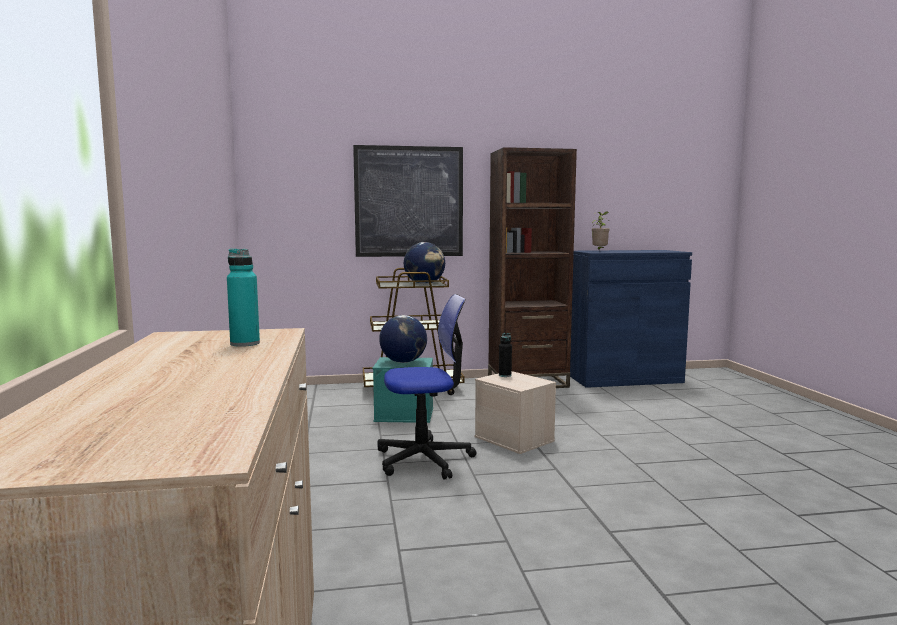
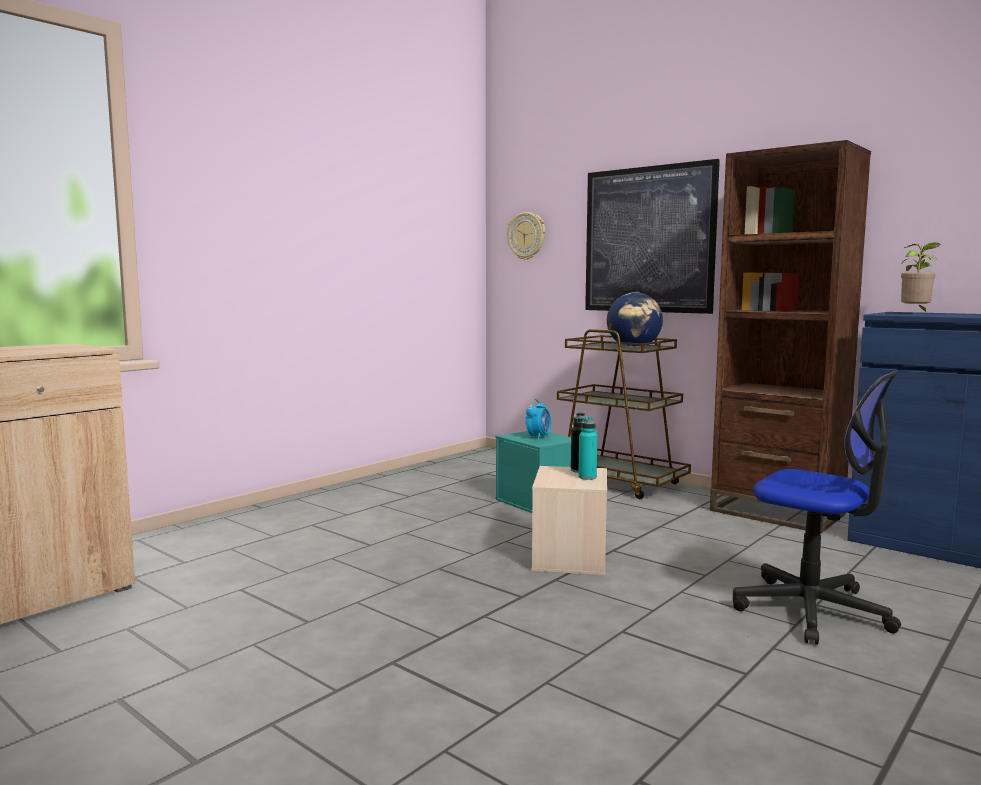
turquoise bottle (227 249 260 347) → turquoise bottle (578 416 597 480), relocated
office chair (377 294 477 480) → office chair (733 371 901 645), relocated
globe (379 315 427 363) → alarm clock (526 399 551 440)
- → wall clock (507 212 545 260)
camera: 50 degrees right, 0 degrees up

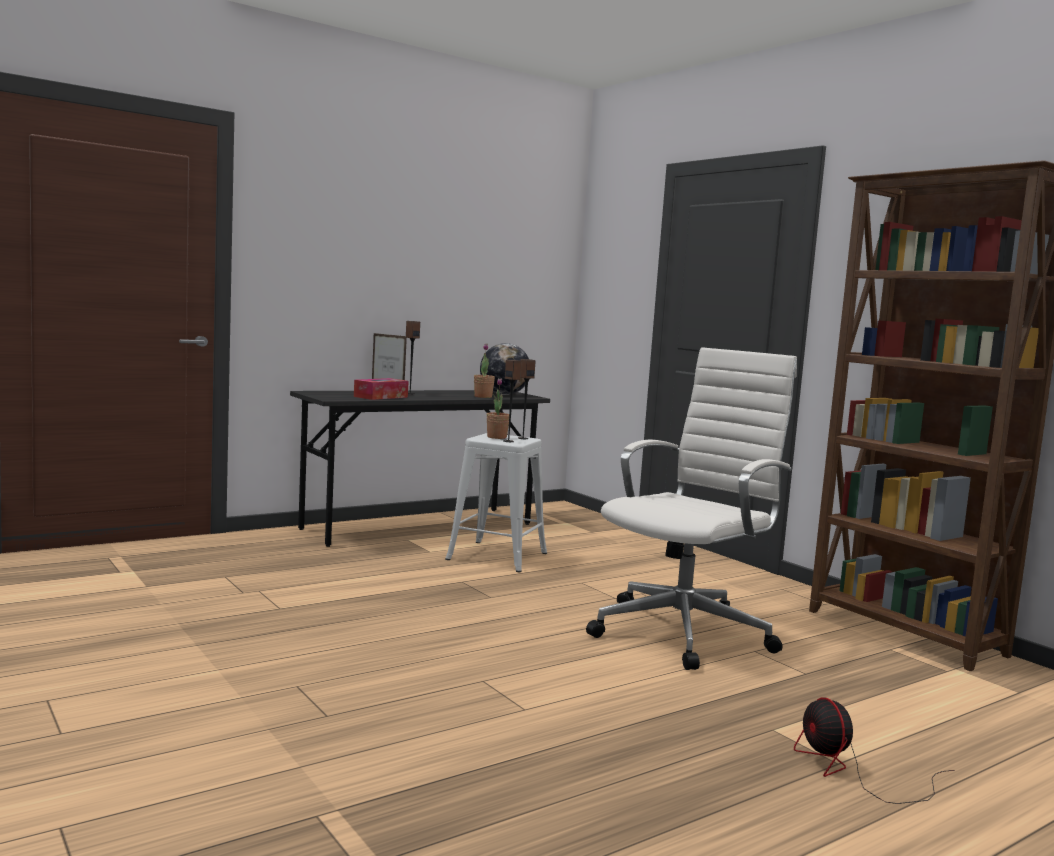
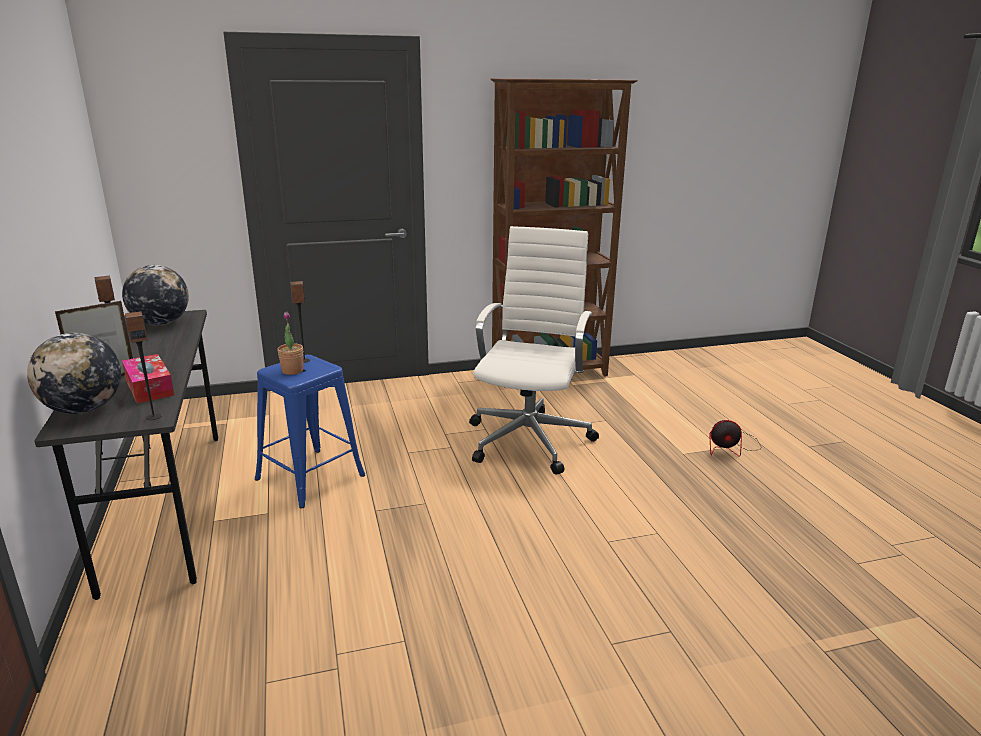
potted plant (474 344 495 398) → -
white office chair (586 347 797 670) → white office chair (469 226 599 475), 45 degrees clockwise
speaker (504 360 522 442) → speaker (125 311 161 420), relocated
white stool (445 433 547 572) → blue stool (255 355 365 509)
- → globe (27 333 121 414)
camera: 70 degrees left, 15 degrees up

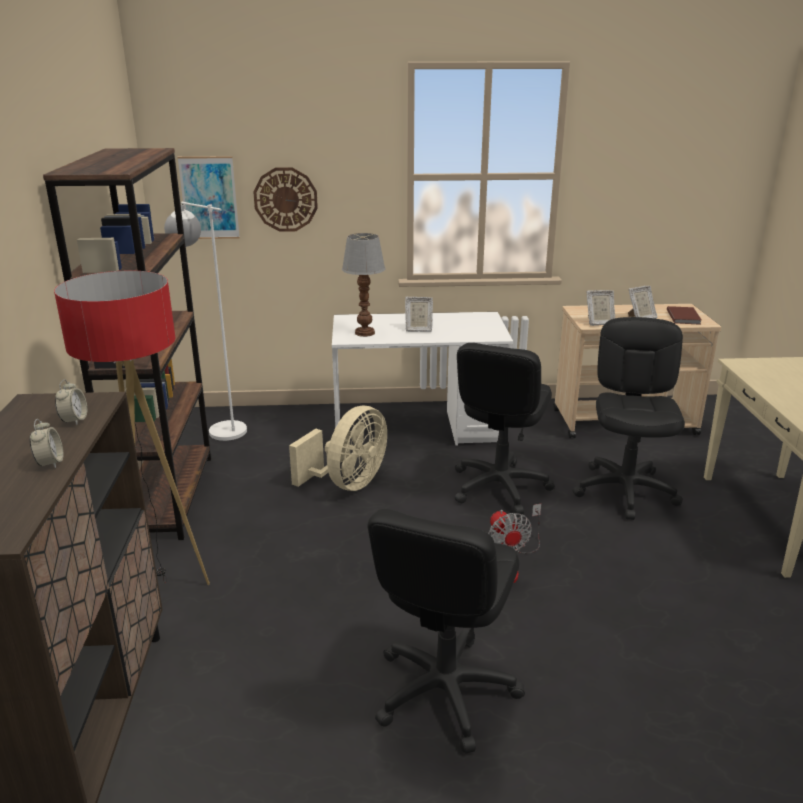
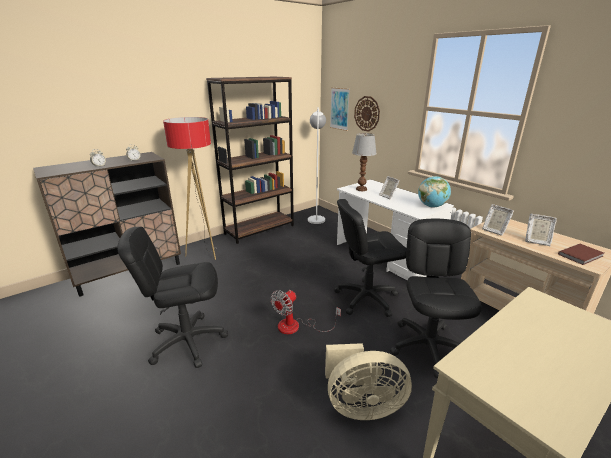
black office chair (573 317 685 520) → black office chair (390 219 482 378), 60 degrees counterclockwise
beige fan (289 405 387 491) → beige fan (325 343 412 420), relocated
- → globe (418 176 451 208)
camera: 55 degrees right, 0 degrees up

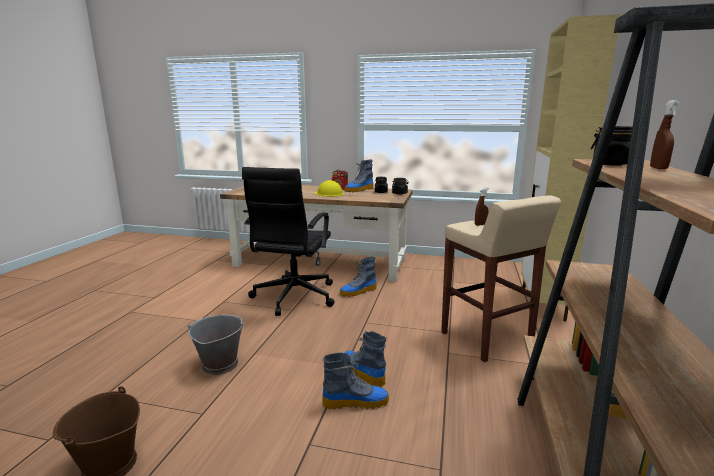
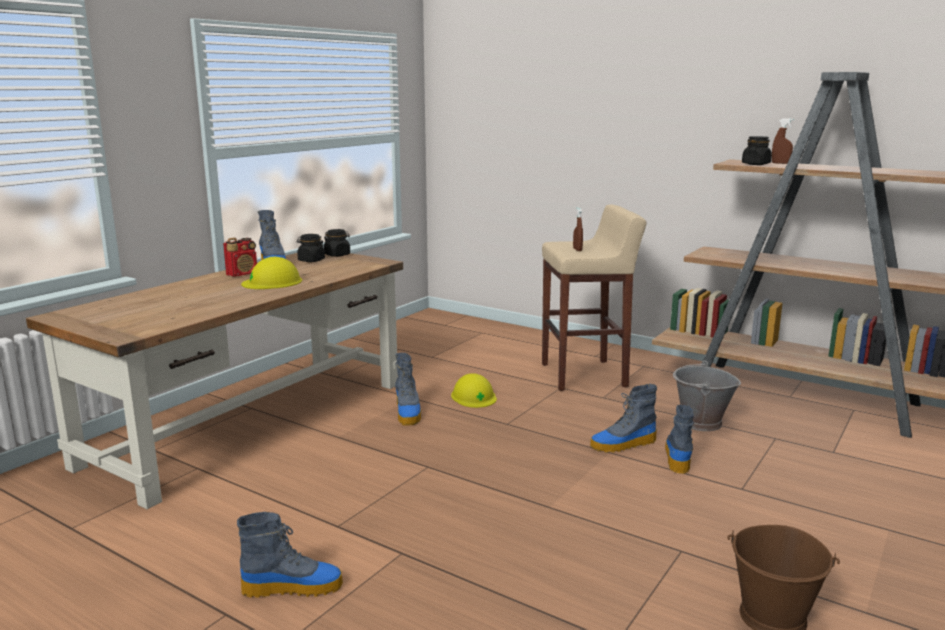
beige cabinet (521 14 621 321) → -
black office chair (242 167 334 316) → -
grey bucket (187 315 245 375) → grey bucket (673 361 741 431), relocated
- → yellow hard hat (451 373 497 408)
- → boot (237 512 343 598)
camera: 70 degrees left, 0 degrees up

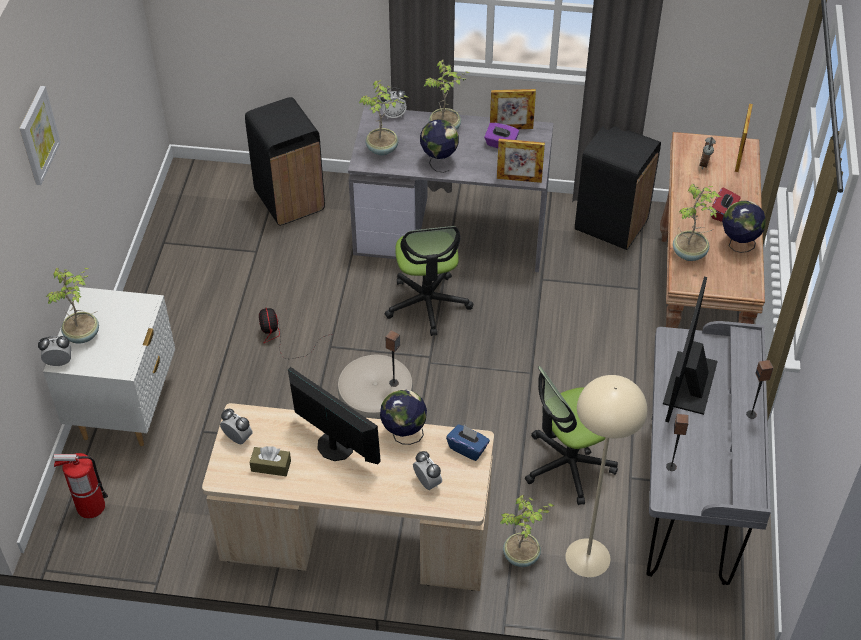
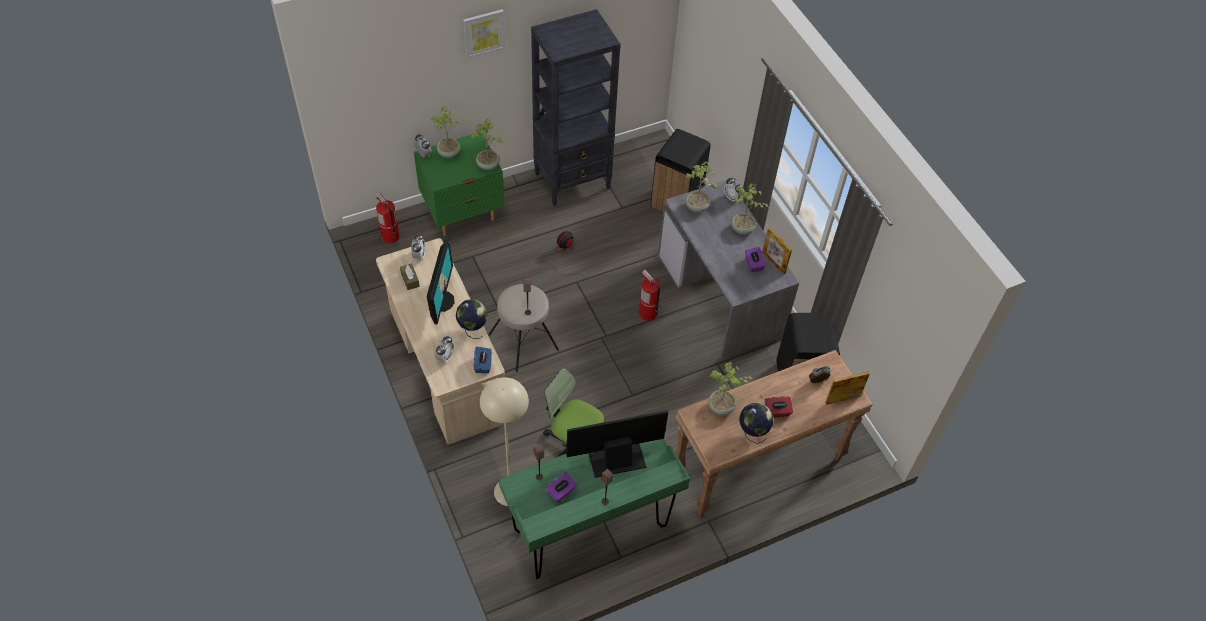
globe (420 119 459 173) → -
picture frame (497 139 545 183) → -
office chair (385 226 473 336) → fire extinguisher (639 270 661 321)
white nightstand (43 287 175 446) → green nightstand (414 133 504 236)
grey desk (646 321 771 585) → green desk (499 439 690 579)
potted plant (500 495 554 567) → potted plant (471 119 504 170), relocated
- → black bookcase (531 9 621 206)
- → purple tissue box (546 472 577 503)
camera: 55 degrees right, 5 degrees up

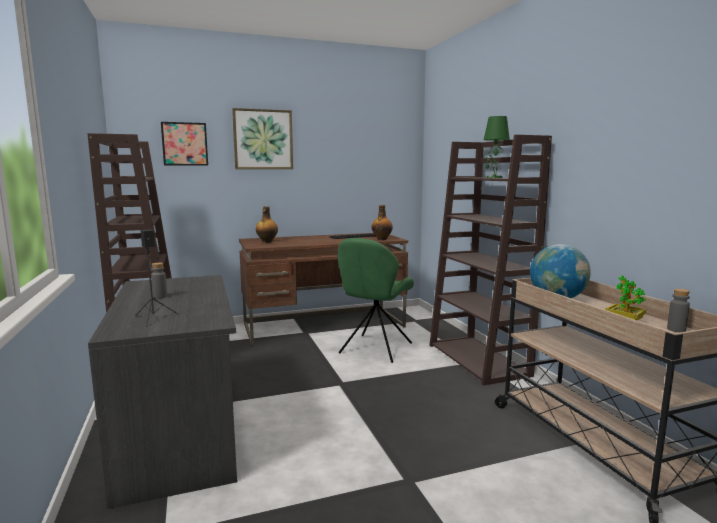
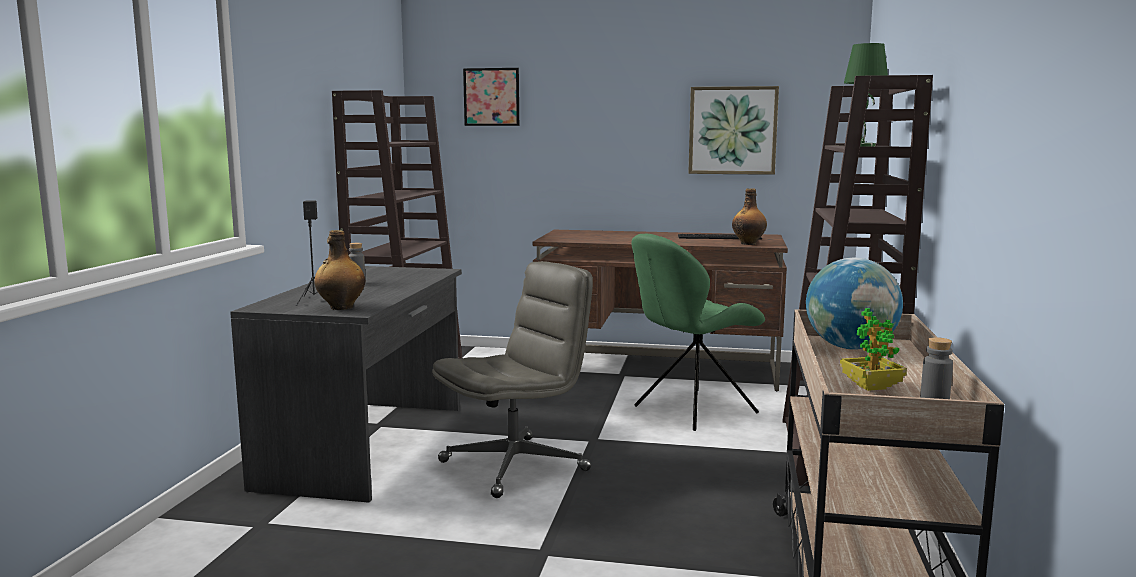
picture (232 108 293 169) → picture (688 86 779 175), relocated
bottle (256 206 278 243) → bottle (314 230 365 310), relocated
- → grey office chair (432 261 593 498)
camera: 30 degrees right, 0 degrees up

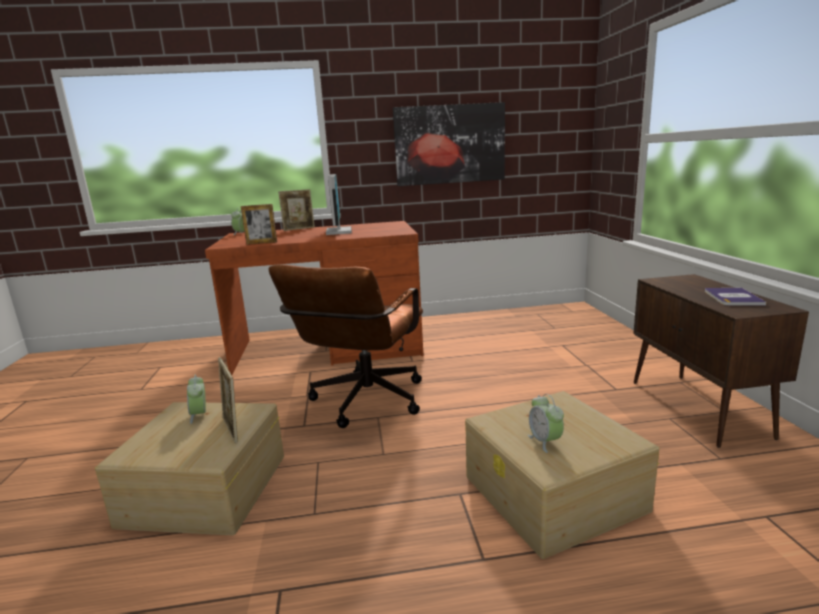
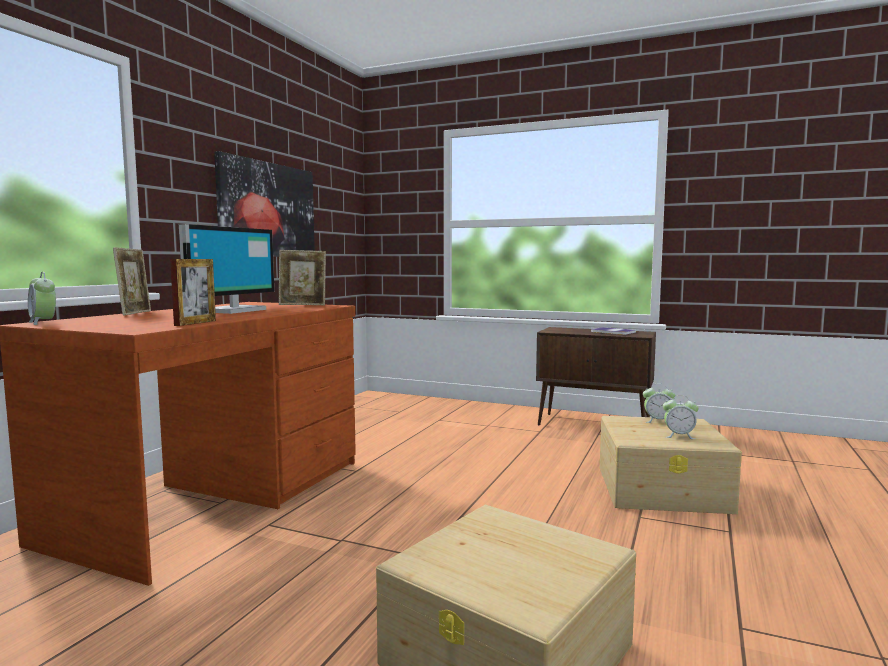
monitor (326 174 352 235) → monitor (179 224 274 314), 90 degrees clockwise
brown office chair (268 264 423 428) → -
picture frame (218 357 238 444) → picture frame (279 250 326 305), relocated
alarm clock (187 375 206 424) → alarm clock (643 384 675 423), relocated
camera: 60 degrees left, 10 degrees down

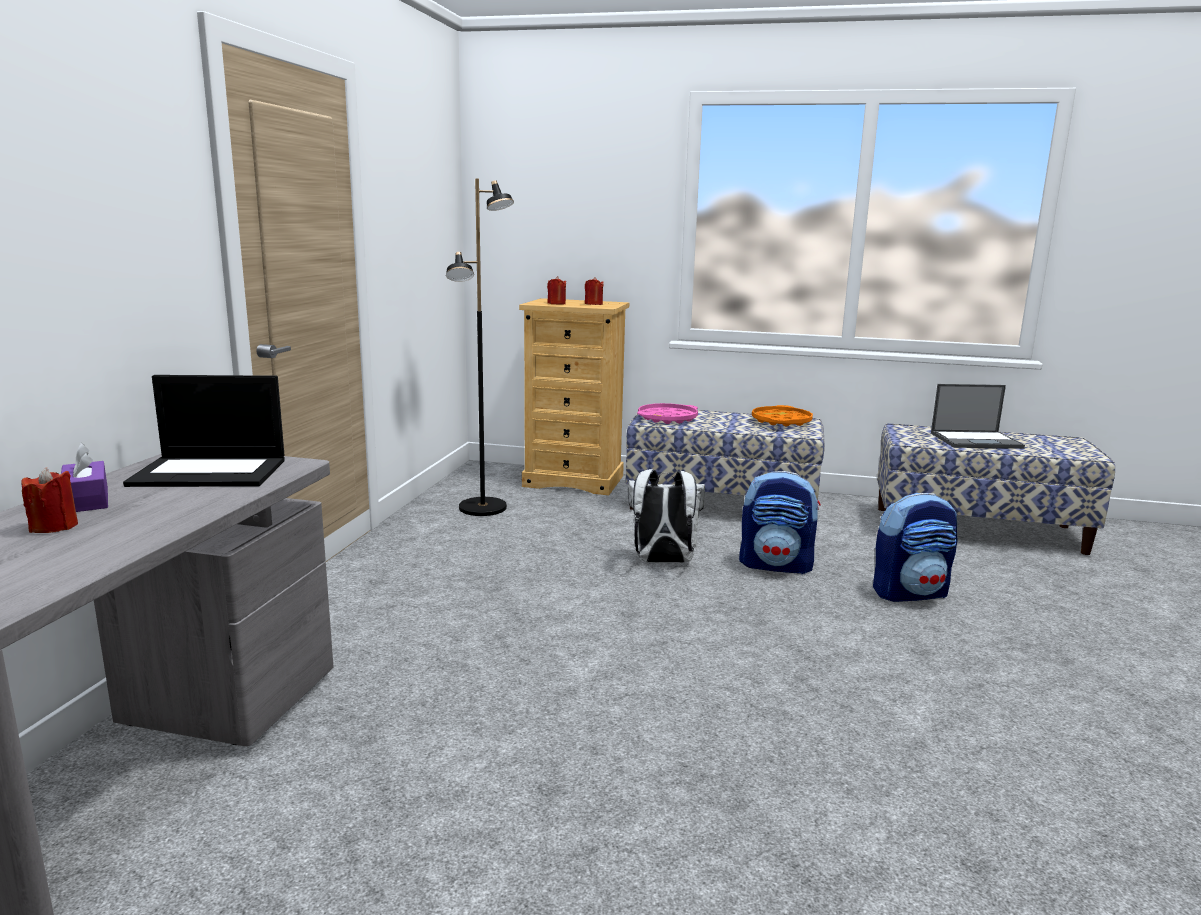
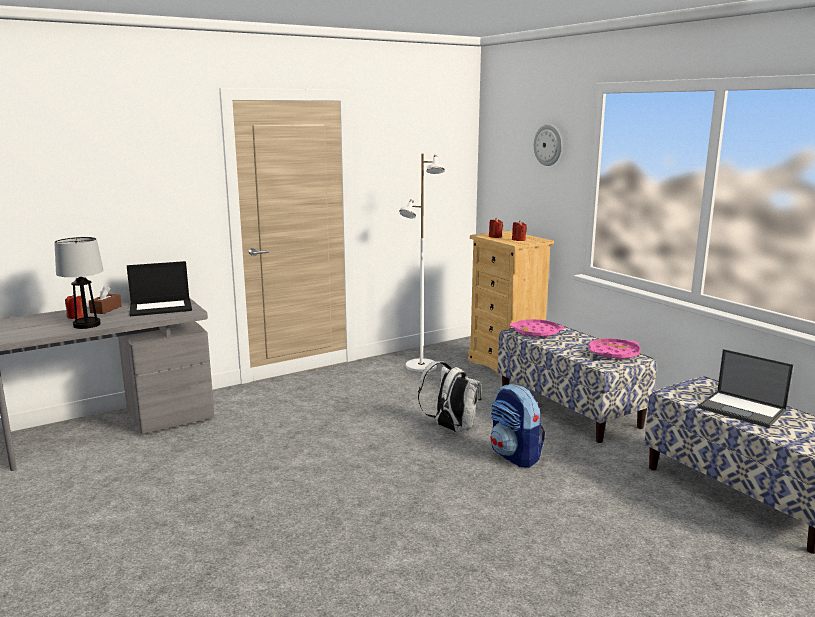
black floor lamp (446 178 514 516) → white floor lamp (399 154 445 372)
laptop (123 375 285 487) → laptop (127 261 192 316), 60 degrees counterclockwise
orange tray (752 405 813 427) → pink tray (589 338 641 360)
purple tissue box (61 443 108 512) → brown tissue box (89 286 122 314)
backpack (873 493 958 602) → -
- → wall clock (534 125 562 166)
- → table lamp (54 237 103 329)
camera: 45 degrees right, 0 degrees up

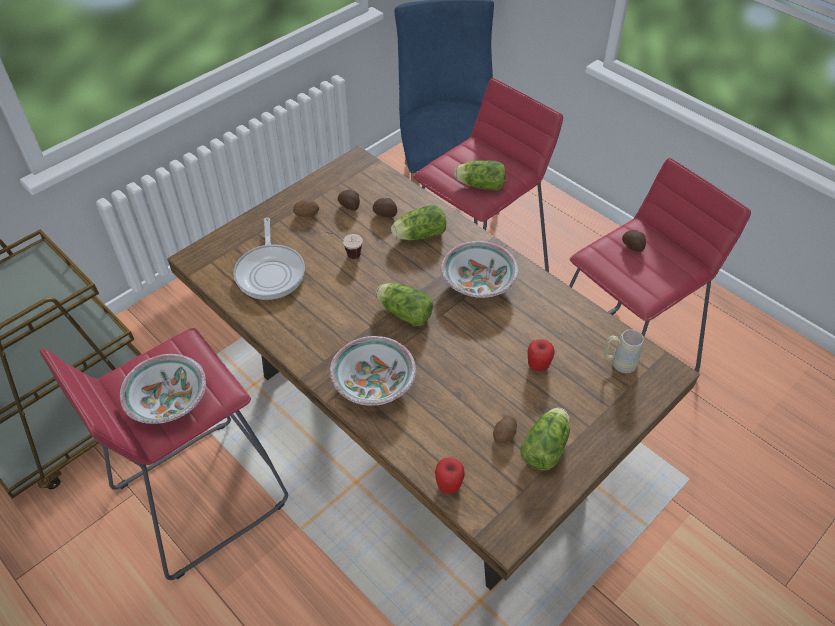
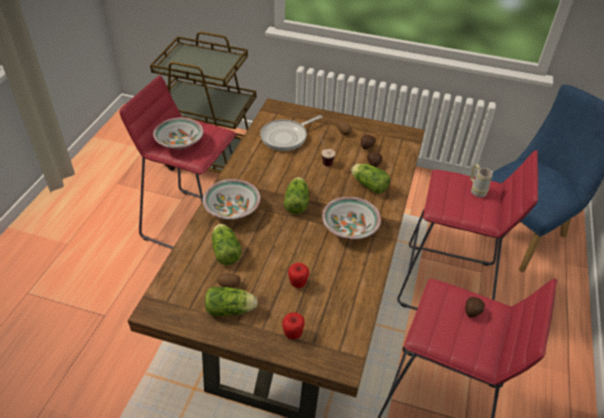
lettuce (454 161 505 190) → lettuce (212 224 242 265), relocated
beige mug (604 329 644 373) → beige mug (470 164 493 197), relocated
apple (435 457 465 494) → apple (282 312 305 340), relocated
camera: 60 degrees right, 5 degrees down

